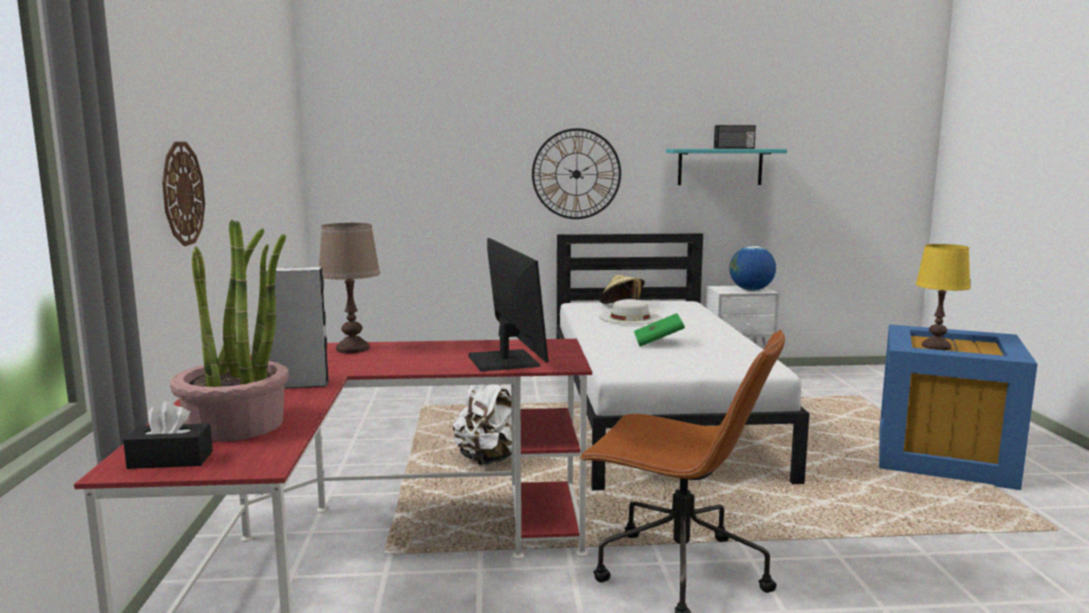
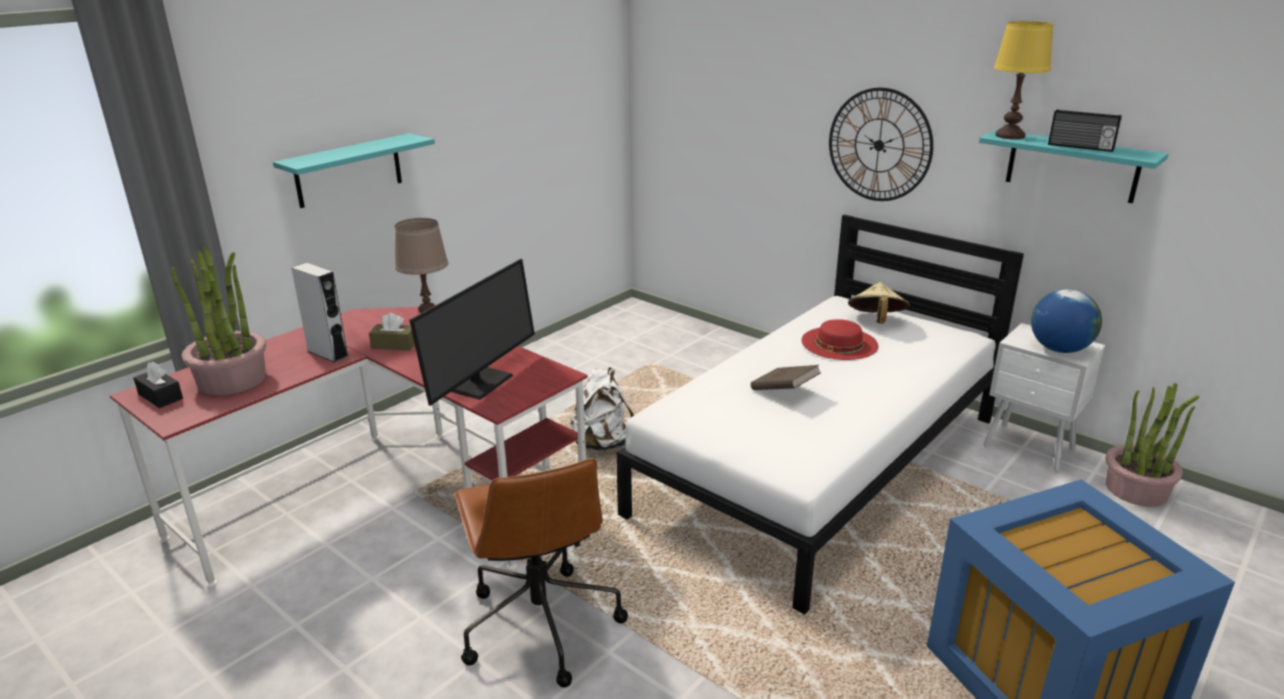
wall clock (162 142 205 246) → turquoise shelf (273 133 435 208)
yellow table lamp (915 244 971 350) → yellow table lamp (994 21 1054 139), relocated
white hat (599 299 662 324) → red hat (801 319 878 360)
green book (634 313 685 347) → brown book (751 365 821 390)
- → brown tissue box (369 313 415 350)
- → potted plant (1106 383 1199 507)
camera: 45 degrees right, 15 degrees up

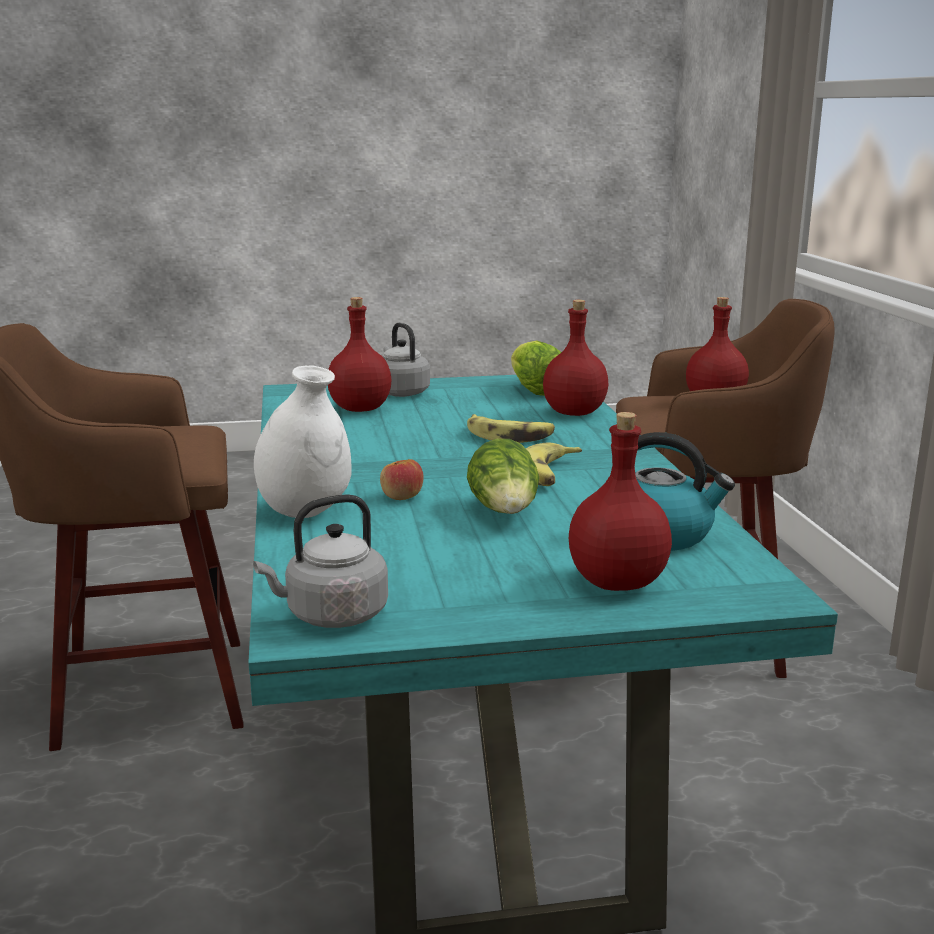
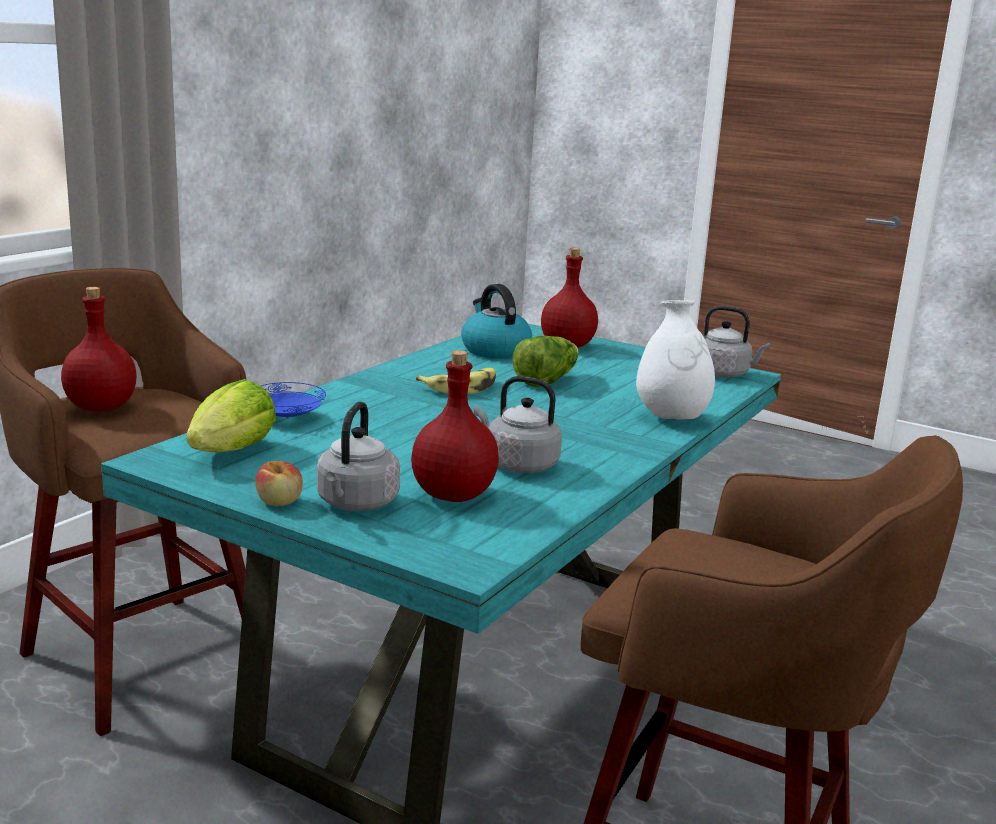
red bottle (543 300 609 416) → blue plate (261 382 326 418)
banana (467 414 555 443) → -
apple (380 459 424 500) → apple (255 461 303 506), relocated
- → grey kettle (474 376 562 473)
camera: 140 degrees left, 0 degrees up

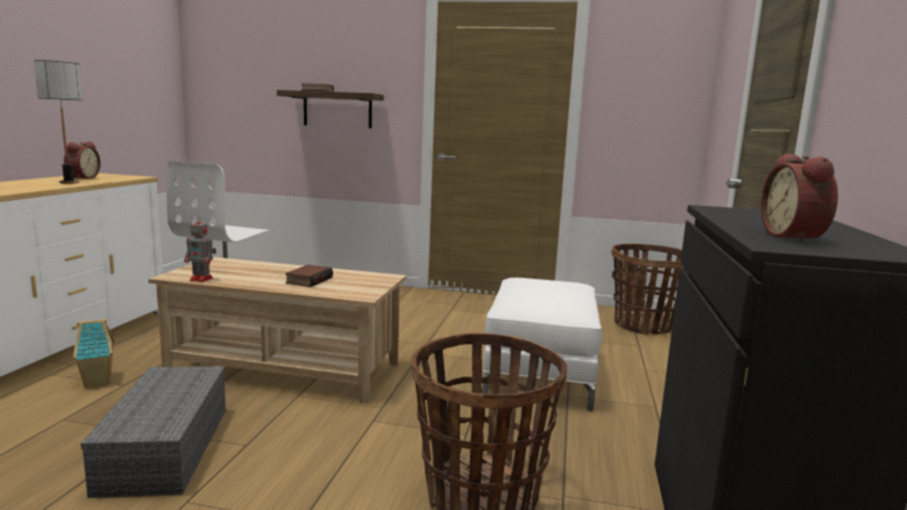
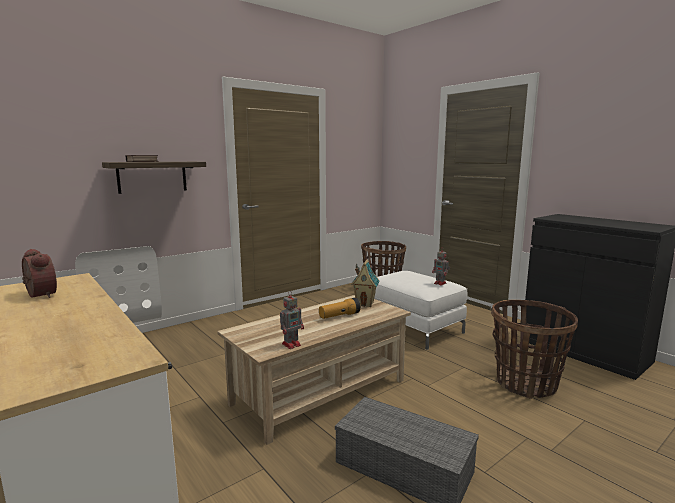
table lamp (34 60 83 184) → -
alarm clock (761 154 838 243) → -
book (285 265 333 287) → flashlight (319 298 361 319)
toy house (73 319 115 387) → toy house (351 259 379 307), relocated
- → toy robot (432 250 450 286)
camera: 50 degrees left, 0 degrees up

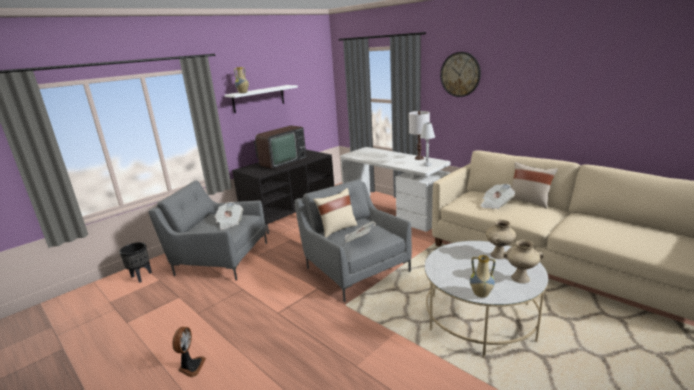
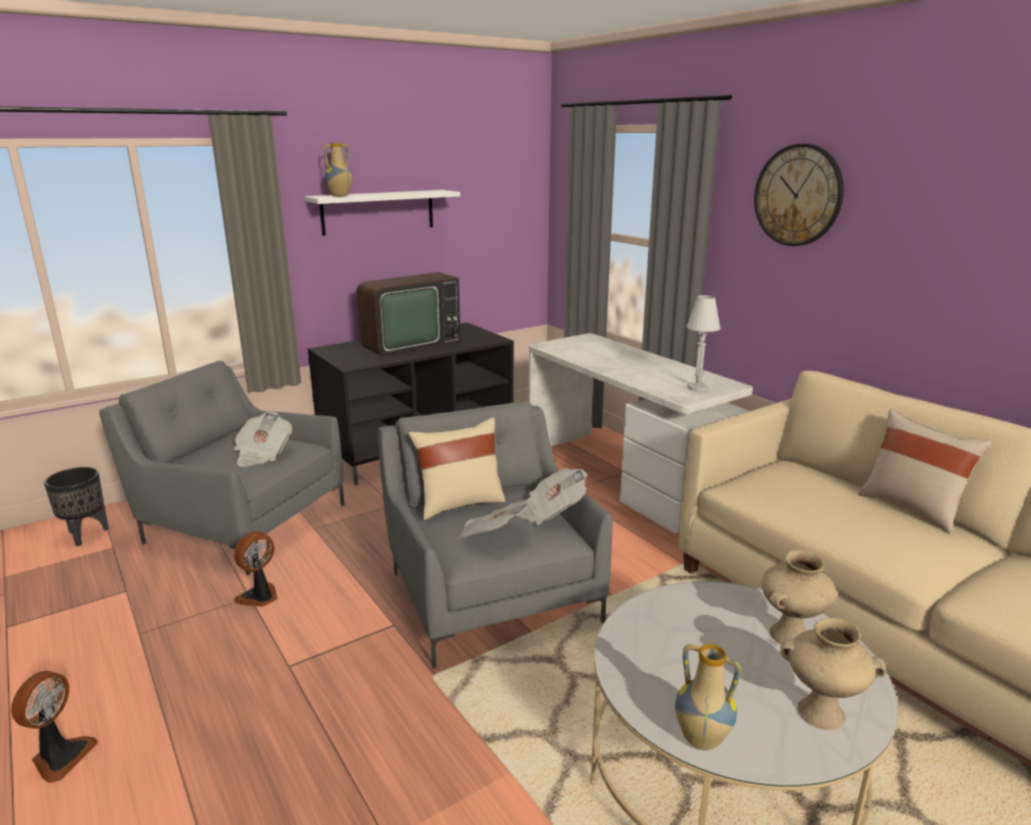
white table lamp (409 111 430 160) → -
newspaper (480 184 515 209) → newspaper (516 468 587 525), relocated
- → fan (234 531 278 607)
camera: 10 degrees right, 0 degrees up

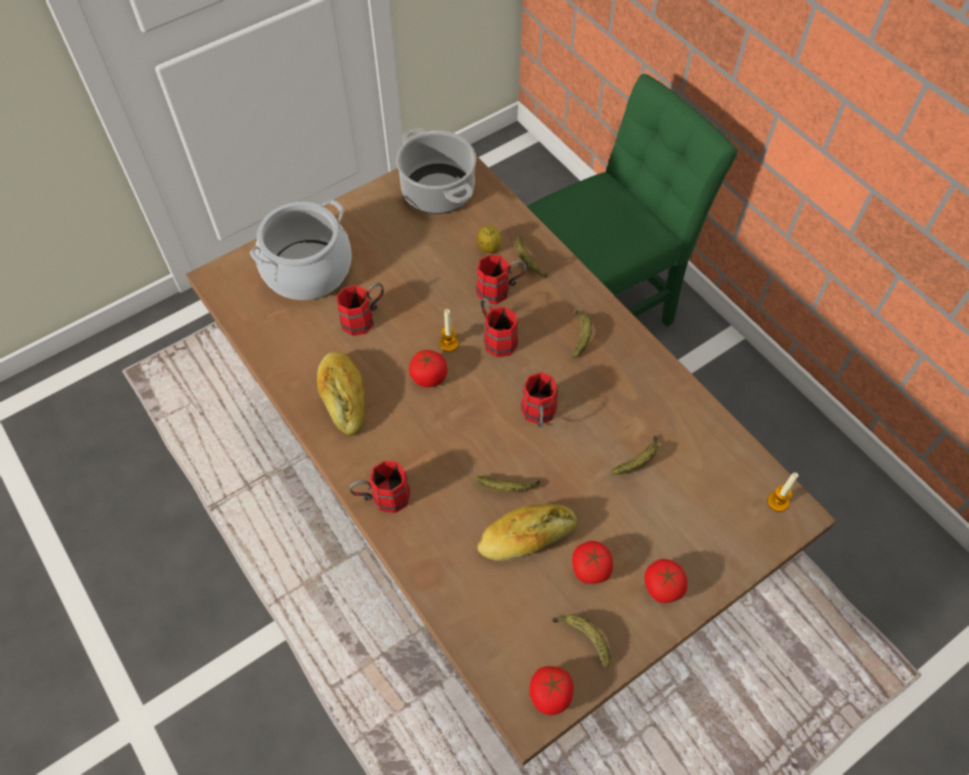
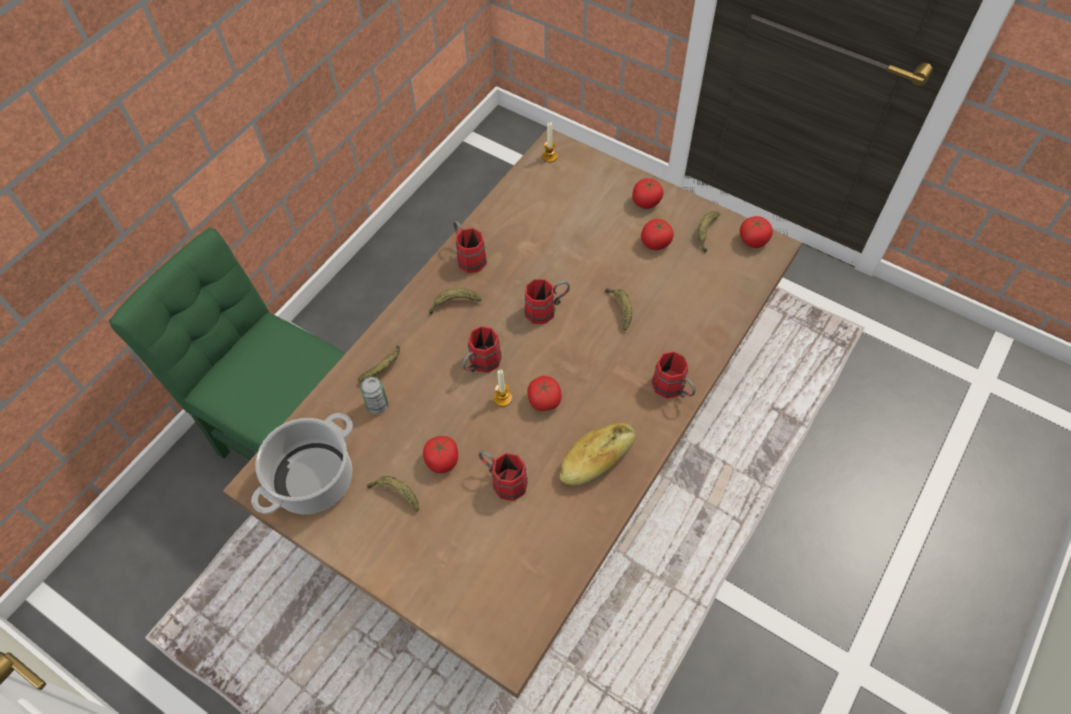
cooking pot (250 200 352 300) → -
lemon (477 225 501 253) → can (360 377 388 414)
red mug (476 254 526 304) → red mug (454 221 487 273), relocated
banana (611 436 659 475) → banana (367 476 419 512), relocated
bread (477 504 577 561) → -
- → tomato (423 436 458 473)
camera: 110 degrees left, 0 degrees up

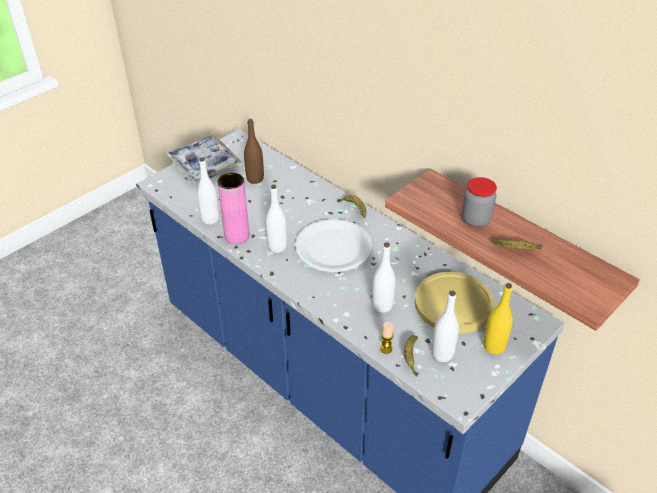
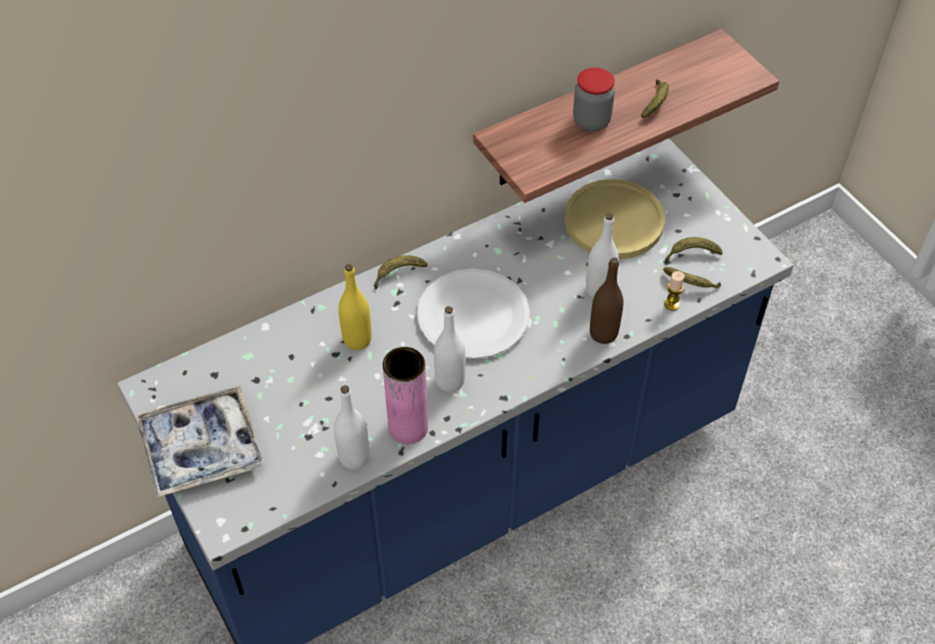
brown bottle (244 119 264 184) → brown bottle (590 257 623 344), relocated
yellow bottle (484 283 513 355) → yellow bottle (339 264 372 350), relocated
white bottle (432 290 459 362) → banana (665 237 723 263)
camera: 75 degrees left, 10 degrees up

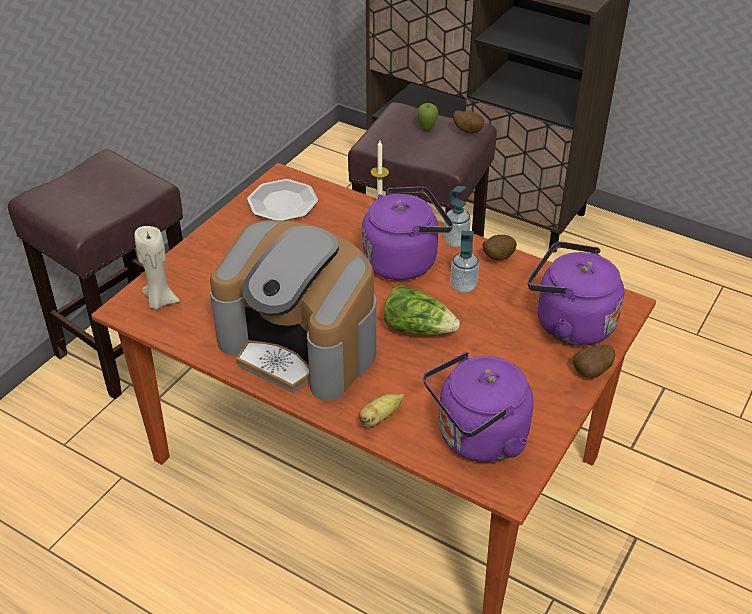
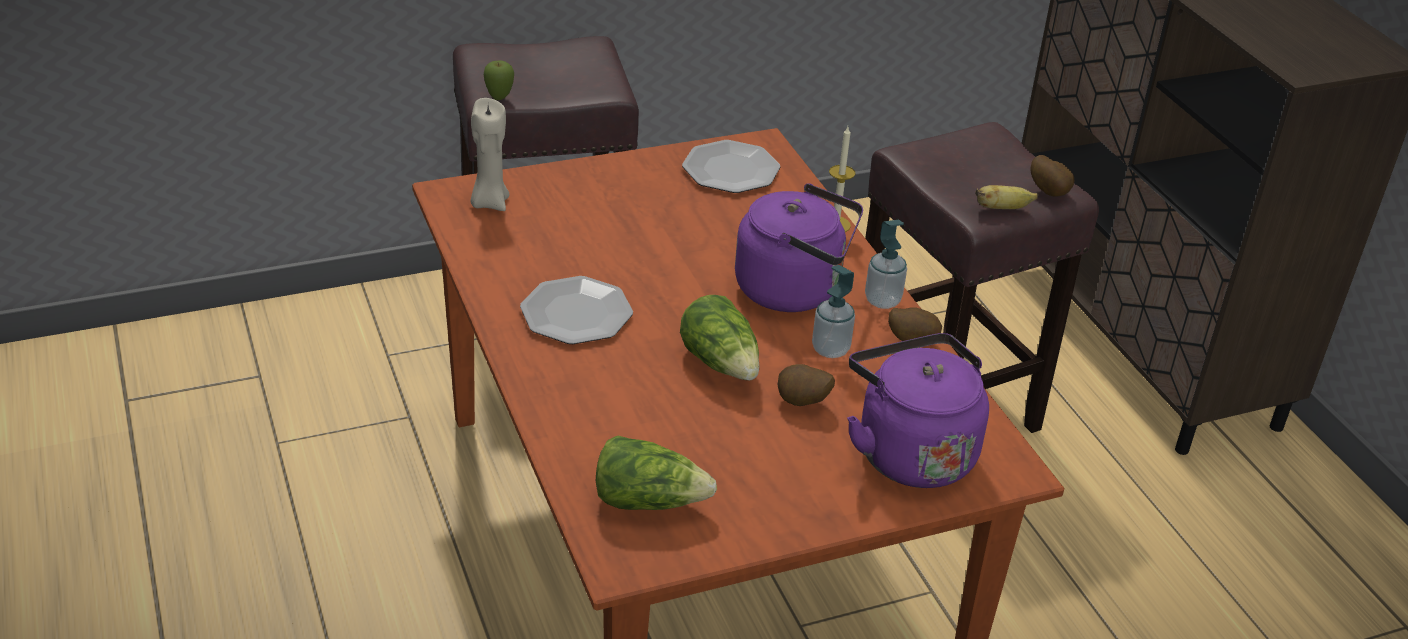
apple (417 103 439 131) → apple (484 60 514 100), relocated
coffee machine (210 220 376 401) → plate (520 276 633 344)
potato (573 345 615 378) → potato (777 364 835 406), relocated
purple kettle (423 352 534 462) → lettuce (596 436 717 510)
banana (359 393 404 427) → banana (975 185 1038 209), relocated
camera: 35 degrees right, 5 degrees down

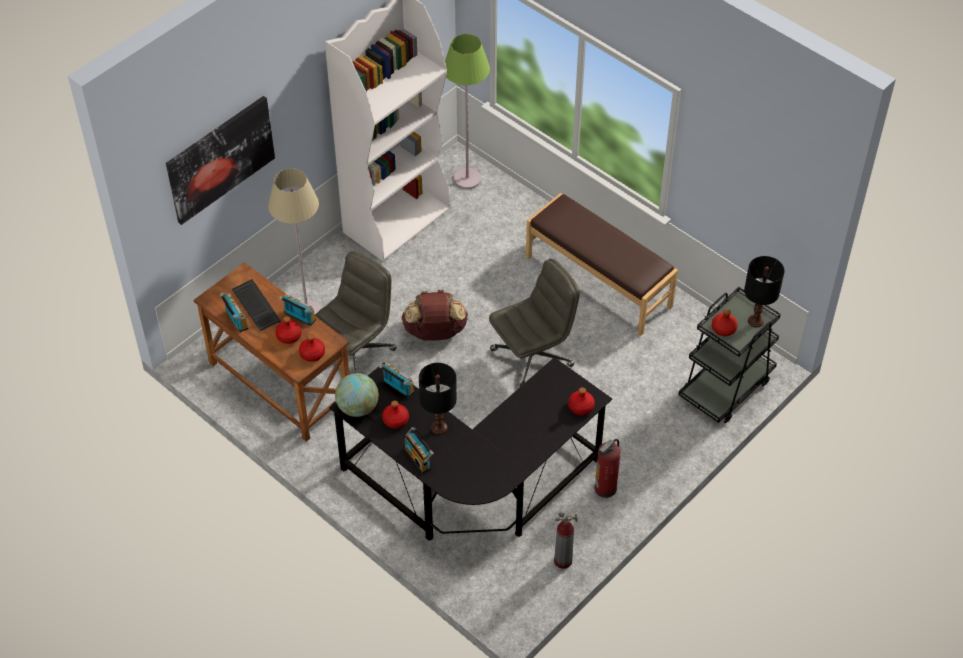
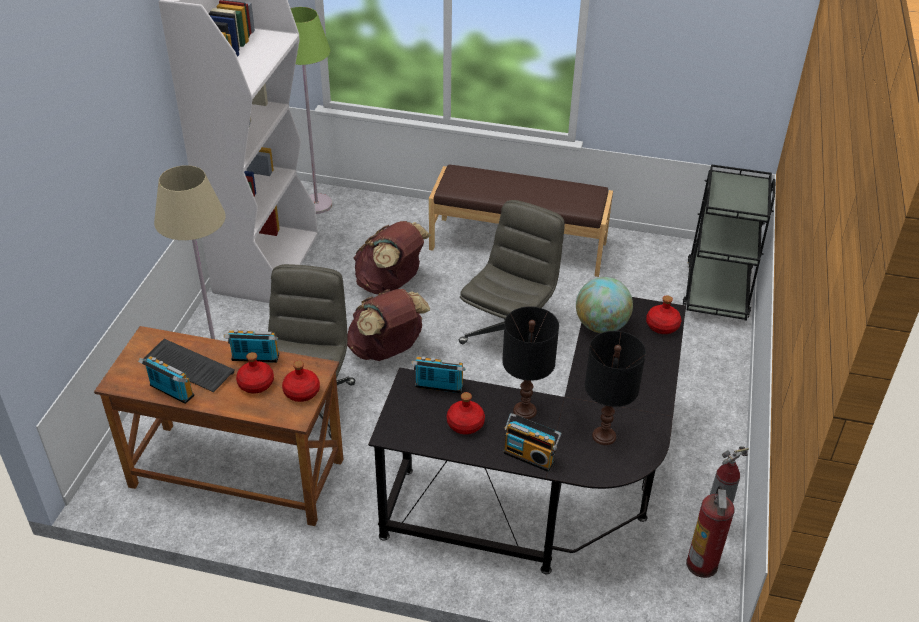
picture (166 96 275 225) → -
black table lamp (744 256 784 328) → black table lamp (585 331 646 445), relocated
red bottle (712 309 738 336) → -
globe (335 373 379 417) → globe (576 277 633 333), relocated
fire extinguisher (594 439 621 498) → fire extinguisher (686 486 735 578), relocated
- → brown backpack (354 221 431 294)
camera: 30 degrees left, 10 degrees down

